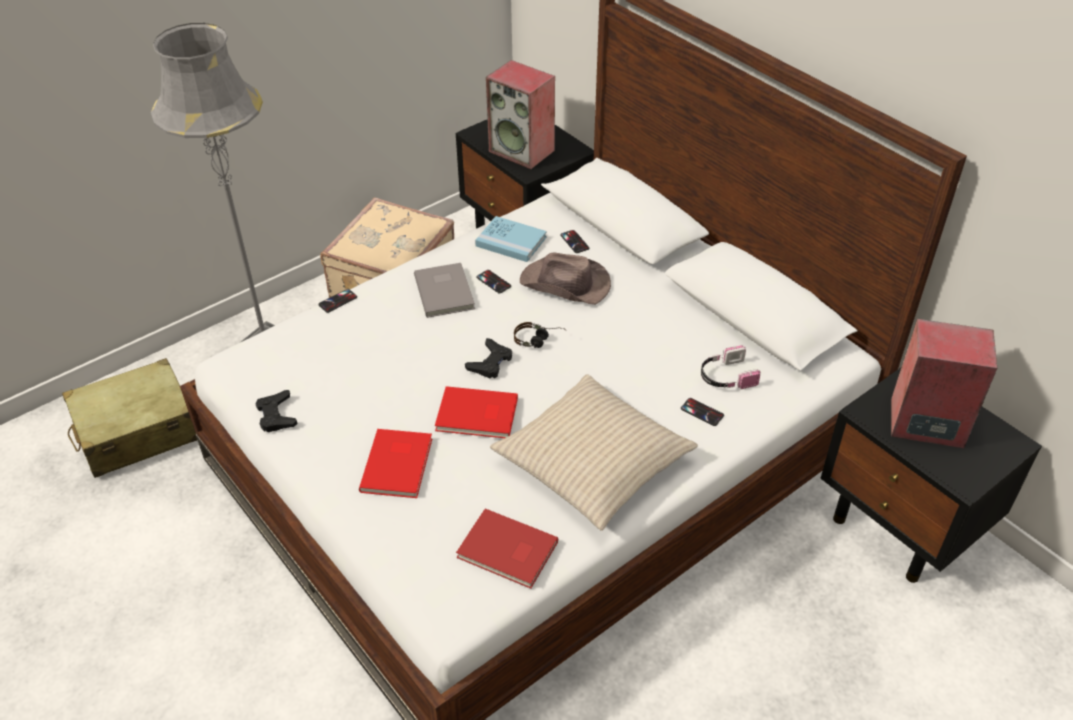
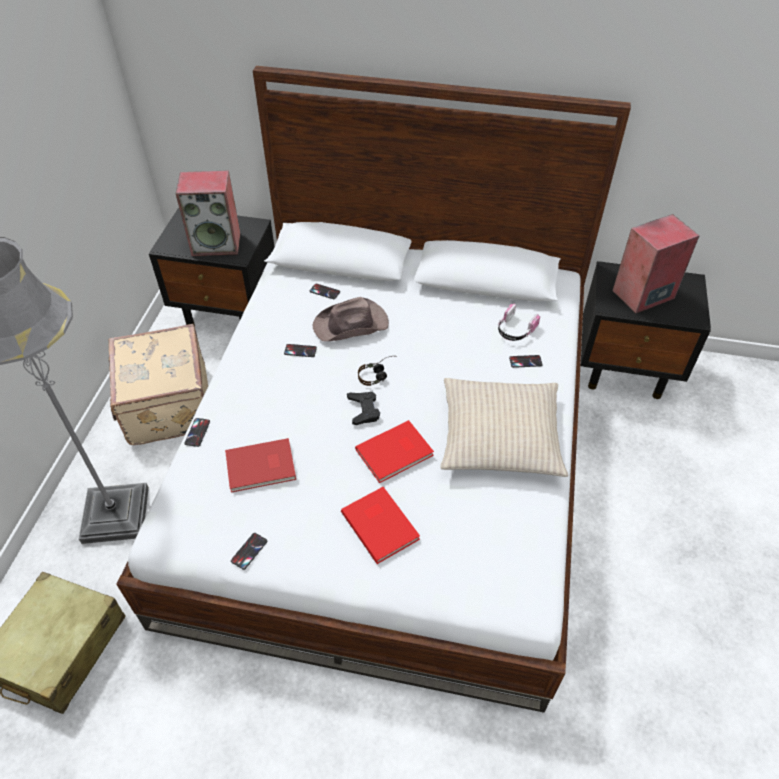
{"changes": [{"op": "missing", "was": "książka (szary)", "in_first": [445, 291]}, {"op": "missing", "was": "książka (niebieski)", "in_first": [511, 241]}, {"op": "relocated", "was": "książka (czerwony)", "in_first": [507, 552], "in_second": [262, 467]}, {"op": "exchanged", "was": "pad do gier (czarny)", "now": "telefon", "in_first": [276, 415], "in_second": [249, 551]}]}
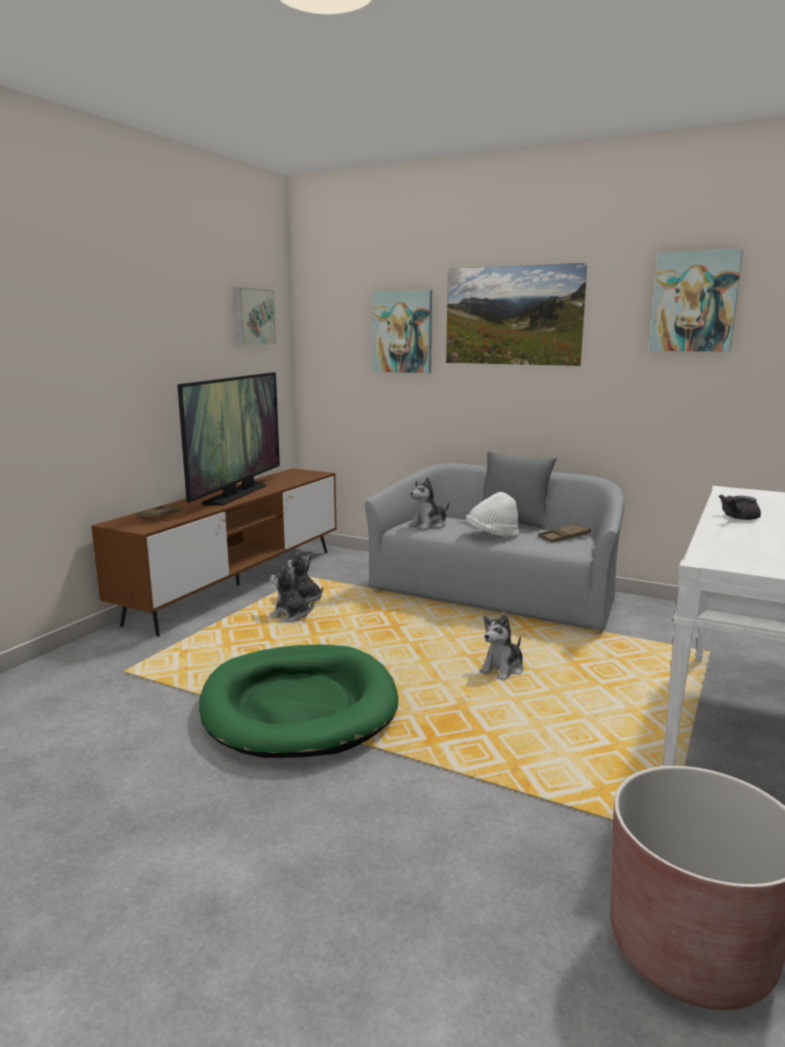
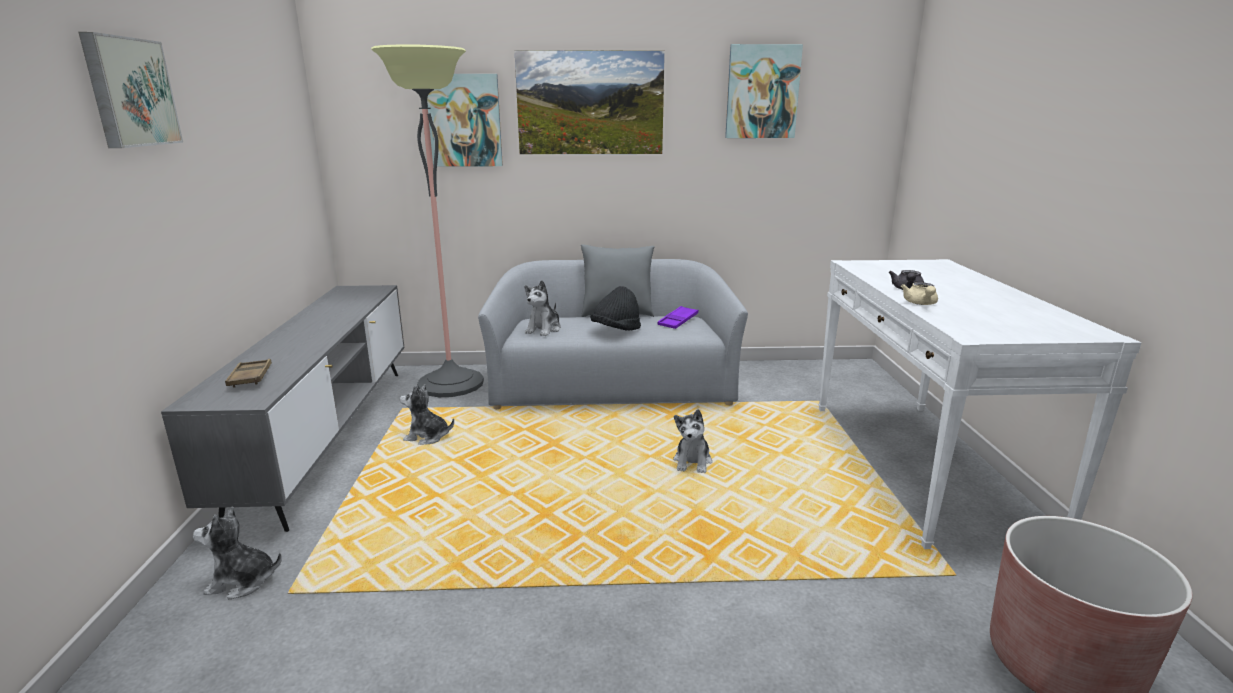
{"changes": [{"op": "missing", "was": "telewizor", "in_first": [237, 494]}, {"op": "missing", "was": "legowisko (zielony)", "in_first": [299, 706]}, {"op": "appeared", "now": "lampa stojąca", "in_second": [451, 384]}, {"op": "appeared", "now": "imbryk (beżowy)", "in_second": [920, 304]}, {"op": "relocated", "was": "obraz", "in_first": [253, 317], "in_second": [129, 92]}, {"op": "relocated", "was": "pluszak", "in_first": [290, 616], "in_second": [242, 582]}, {"op": "colour", "was": "szafka pod telewizor (brązowy)", "now": "szafka pod telewizor (szary)", "in_first": [238, 585], "in_second": [328, 437]}, {"op": "colour", "was": "kapelusz (biały)", "now": "kapelusz (czarny)", "in_first": [492, 535], "in_second": [616, 330]}, {"op": "colour", "was": "taca (brązowy)", "now": "taca (fioletowy)", "in_first": [564, 537], "in_second": [678, 321]}]}
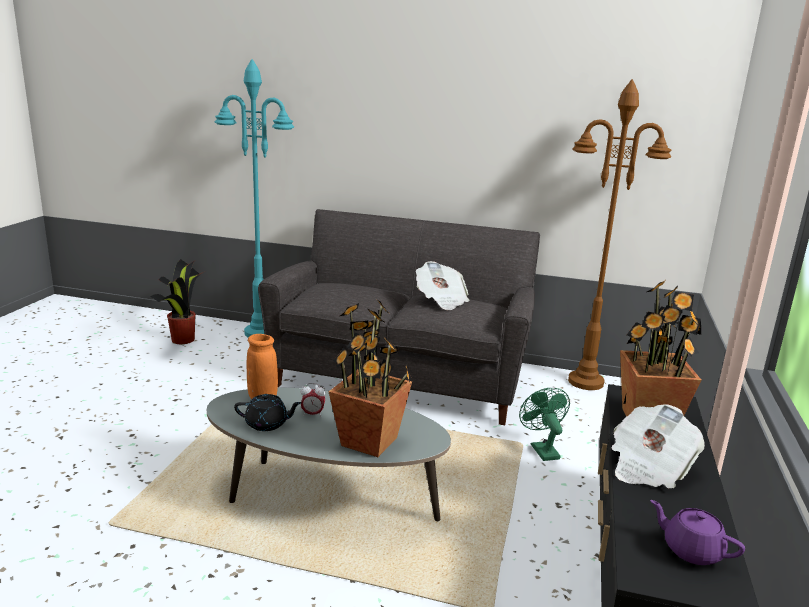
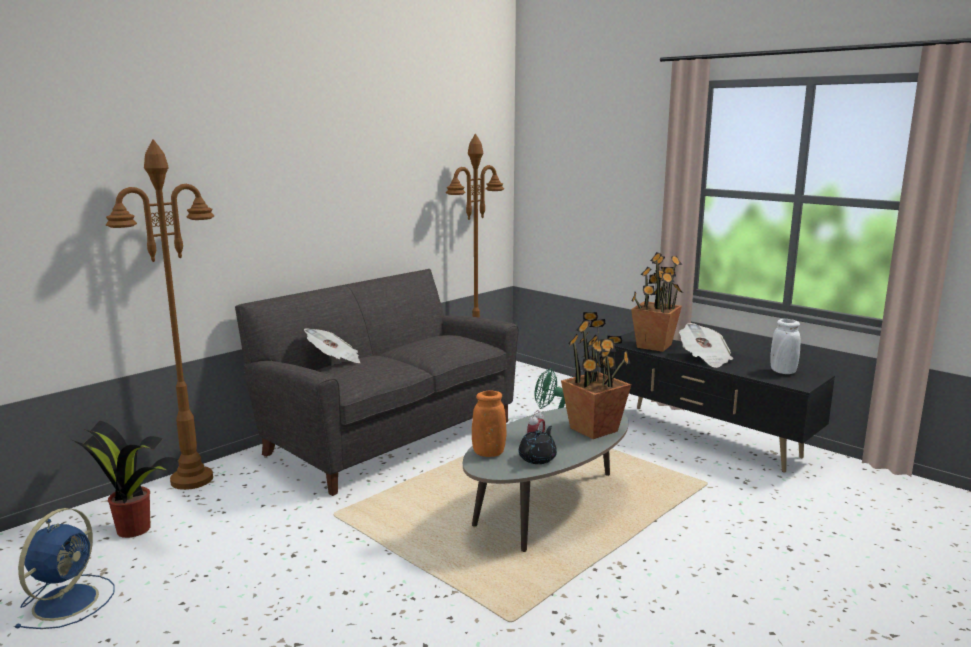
{"changes": [{"op": "appeared", "now": "wentylator (niebieski)", "in_second": [68, 600]}, {"op": "relocated", "was": "gazeta", "in_first": [441, 300], "in_second": [334, 360]}, {"op": "exchanged", "was": "imbryk (fioletowy)", "now": "wazon (biały)", "in_first": [691, 550], "in_second": [782, 372]}, {"op": "colour", "was": "lampa stojąca (turkusowy)", "now": "lampa stojąca (brązowy)", "in_first": [260, 333], "in_second": [192, 479]}]}
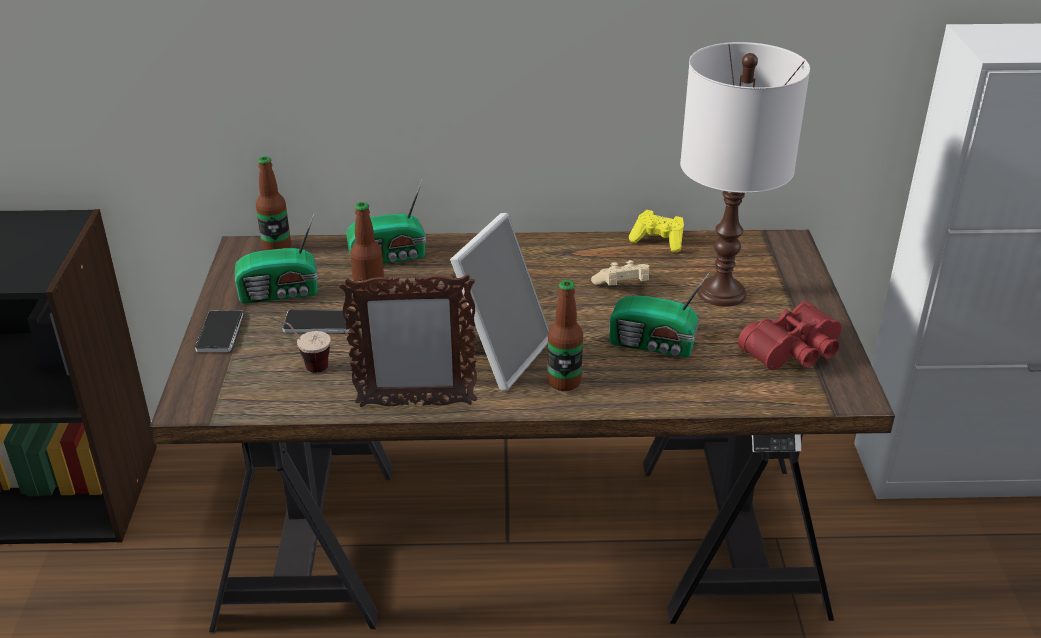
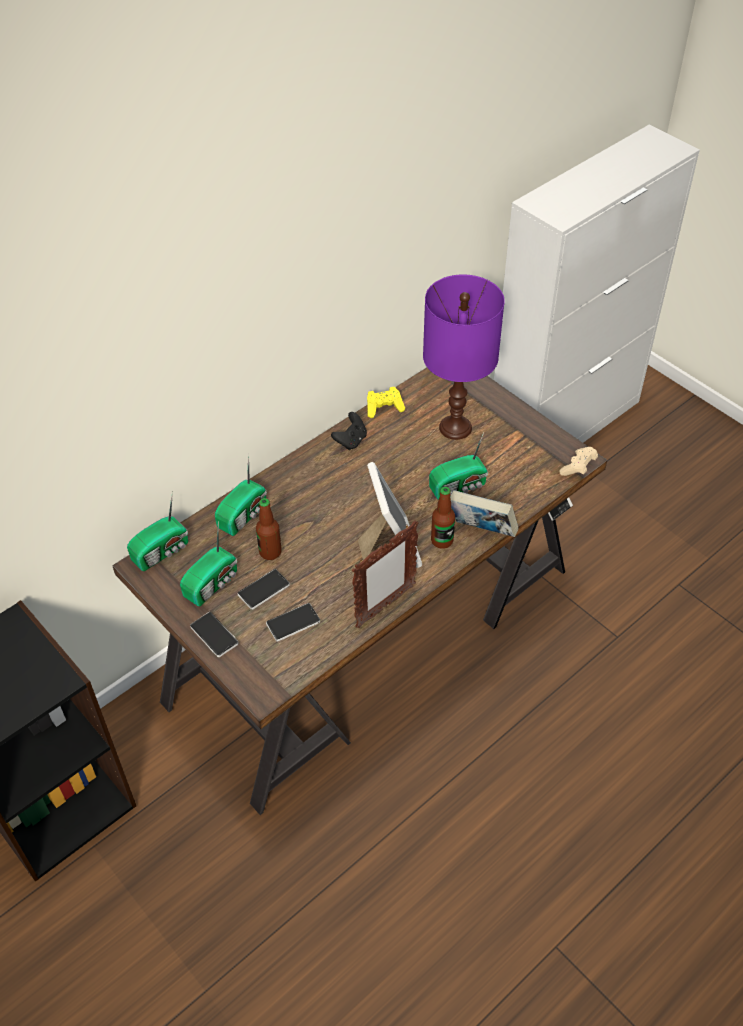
{"changes": [{"op": "missing", "was": "lornetka (czerwony)", "in_first": [795, 352]}, {"op": "appeared", "now": "pad do gier (czarny)", "in_second": [351, 441]}, {"op": "appeared", "now": "książka", "in_second": [481, 530]}, {"op": "relocated", "was": "pad do gier (beżowy)", "in_first": [622, 286], "in_second": [578, 467]}, {"op": "exchanged", "was": "butelka", "now": "radio", "in_first": [276, 247], "in_second": [162, 551]}, {"op": "exchanged", "was": "filiżanka", "now": "telefon", "in_first": [304, 365], "in_second": [293, 623]}, {"op": "colour", "was": "lampa stołowa (biały)", "now": "lampa stołowa (fioletowy)", "in_first": [722, 292], "in_second": [455, 427]}]}
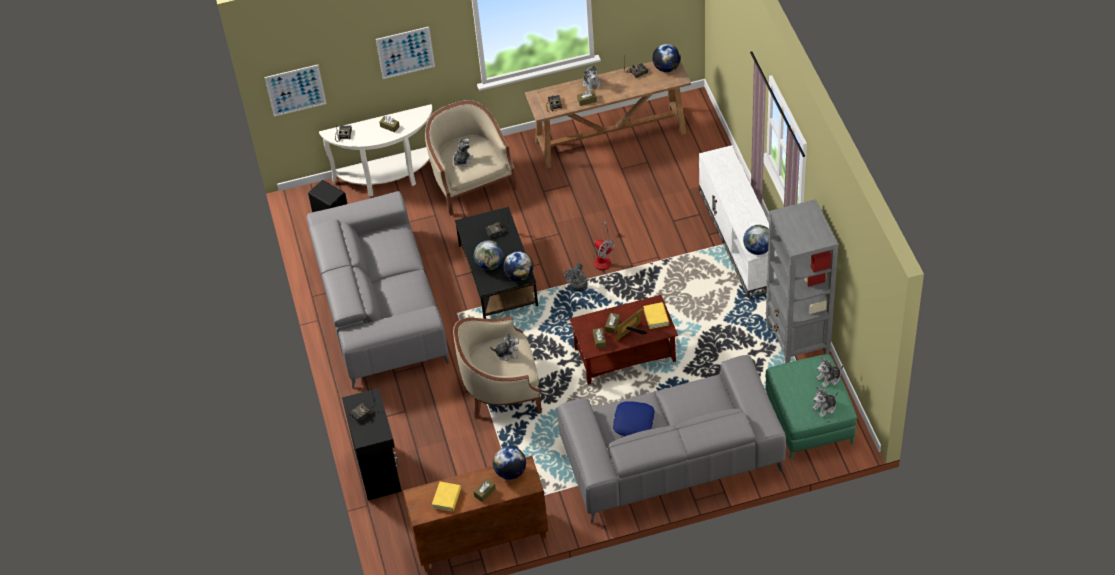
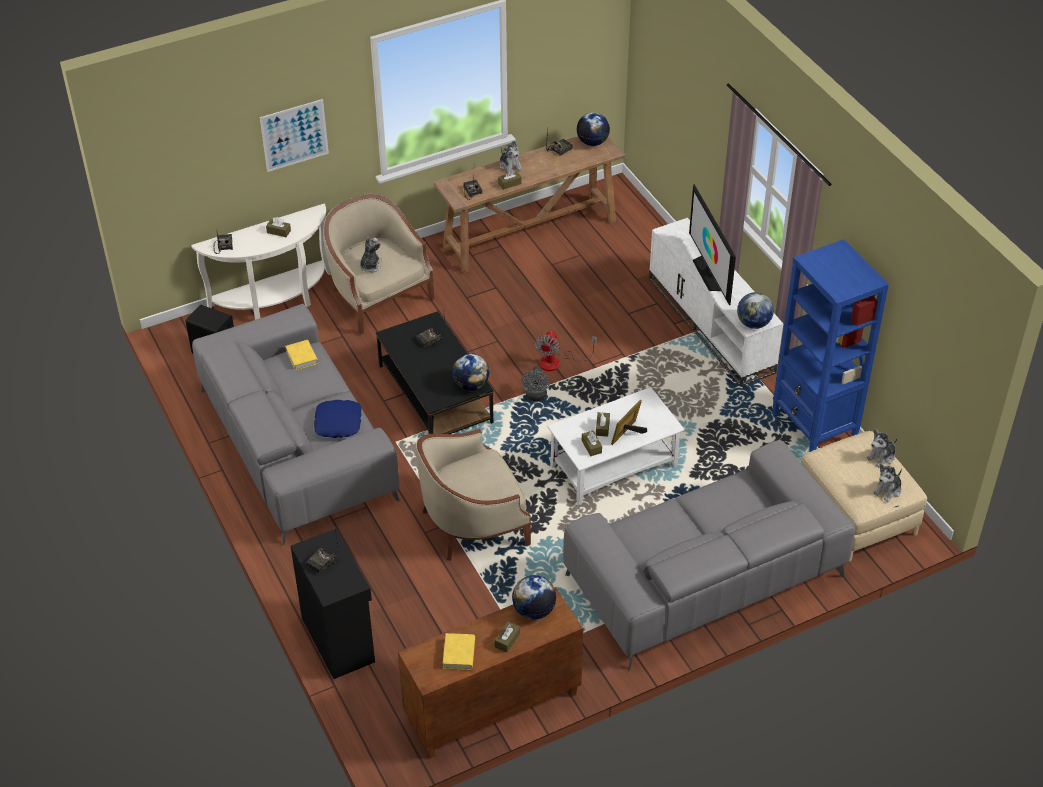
{"changes": [{"op": "missing", "was": "obraz", "in_first": [295, 90]}, {"op": "missing", "was": "globus", "in_first": [489, 264]}, {"op": "missing", "was": "pluszak", "in_first": [507, 353]}, {"op": "appeared", "now": "telewizor", "in_second": [710, 273]}, {"op": "relocated", "was": "poduszka (niebieski)", "in_first": [633, 422], "in_second": [337, 423]}, {"op": "relocated", "was": "książka (żółty)", "in_first": [656, 317], "in_second": [302, 357]}, {"op": "colour", "was": "ława (brązowy)", "now": "ława (biały)", "in_first": [624, 355], "in_second": [613, 467]}, {"op": "colour", "was": "regał (szary)", "now": "regał (niebieski)", "in_first": [797, 343], "in_second": [814, 429]}, {"op": "colour", "was": "pufa (zielony)", "now": "pufa (beżowy)", "in_first": [809, 420], "in_second": [857, 514]}, {"op": "spun", "was": "wentylator", "in_first": [603, 258], "in_second": [557, 362], "clockwise": 75}]}
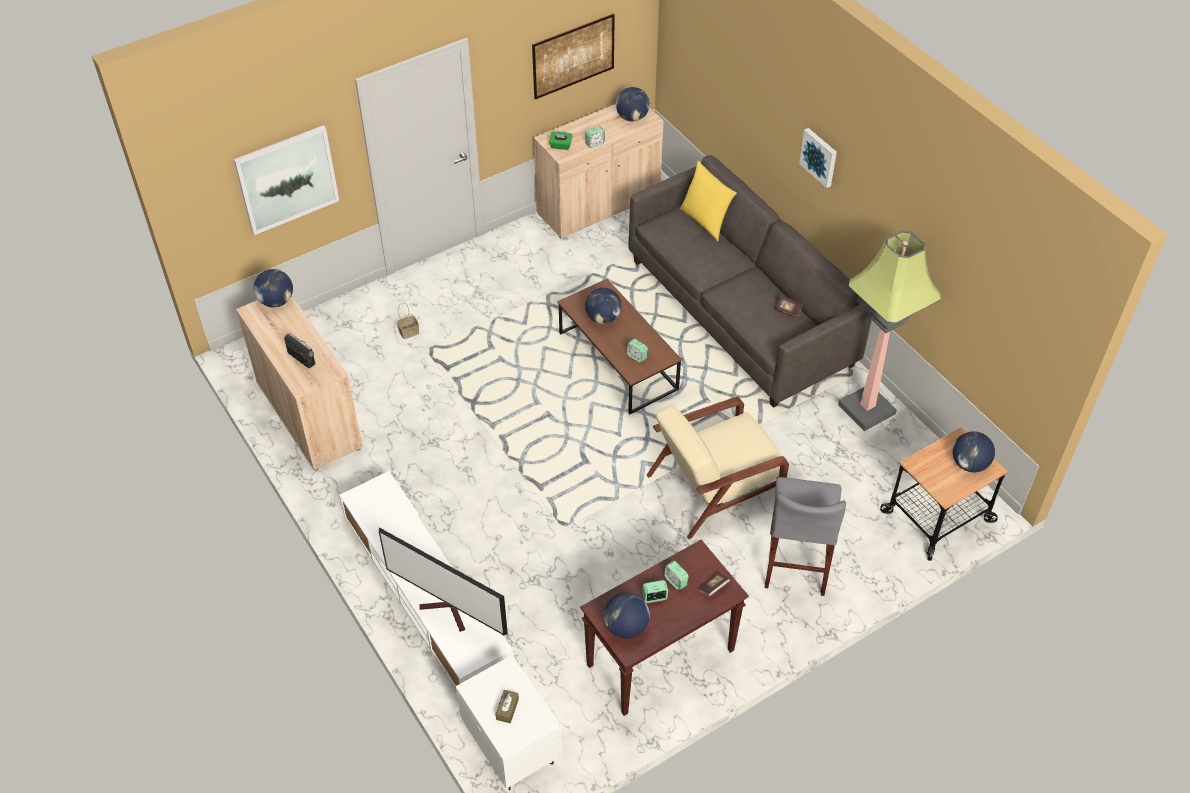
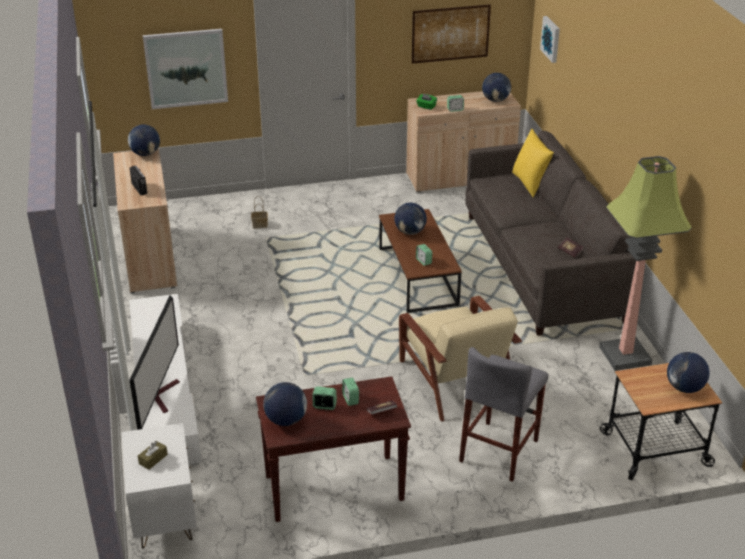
{"changes": [{"op": "relocated", "was": "obraz", "in_first": [819, 157], "in_second": [551, 39]}, {"op": "spun", "was": "telewizor", "in_first": [448, 611], "in_second": [162, 395], "clockwise": -135}, {"op": "spun", "was": "fotel (beżowy)", "in_first": [716, 486], "in_second": [455, 378], "clockwise": -105}]}
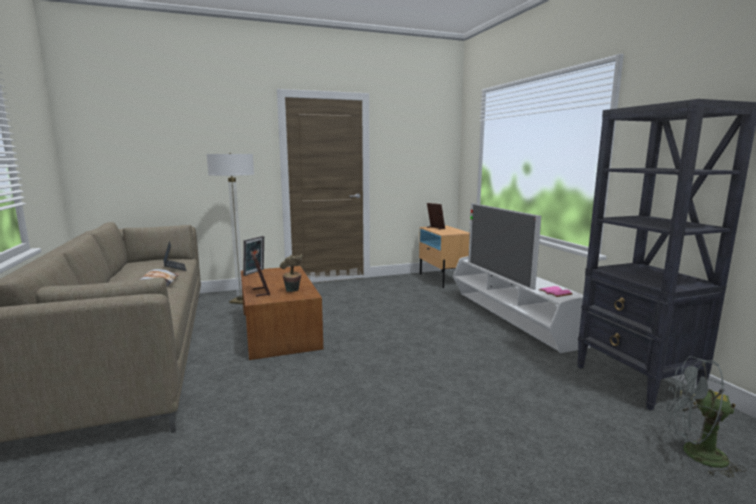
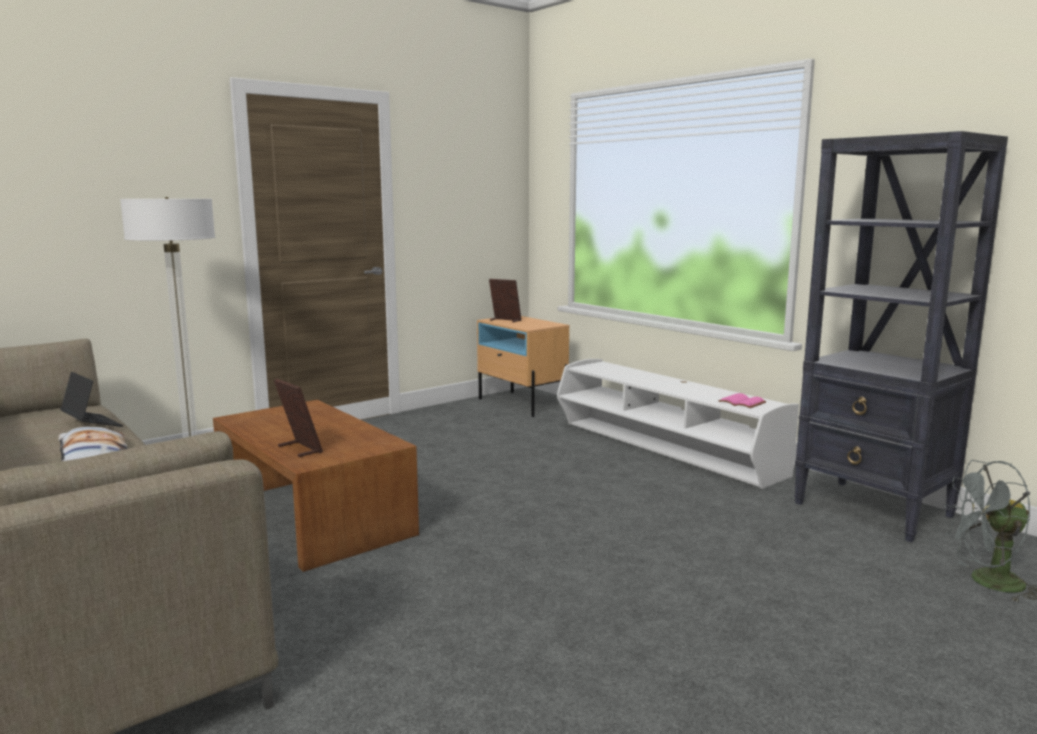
{"changes": [{"op": "missing", "was": "ramka na zdjęcie", "in_first": [255, 272]}, {"op": "missing", "was": "roślina doniczkowa", "in_first": [293, 291]}, {"op": "missing", "was": "telewizor", "in_first": [497, 274]}]}
